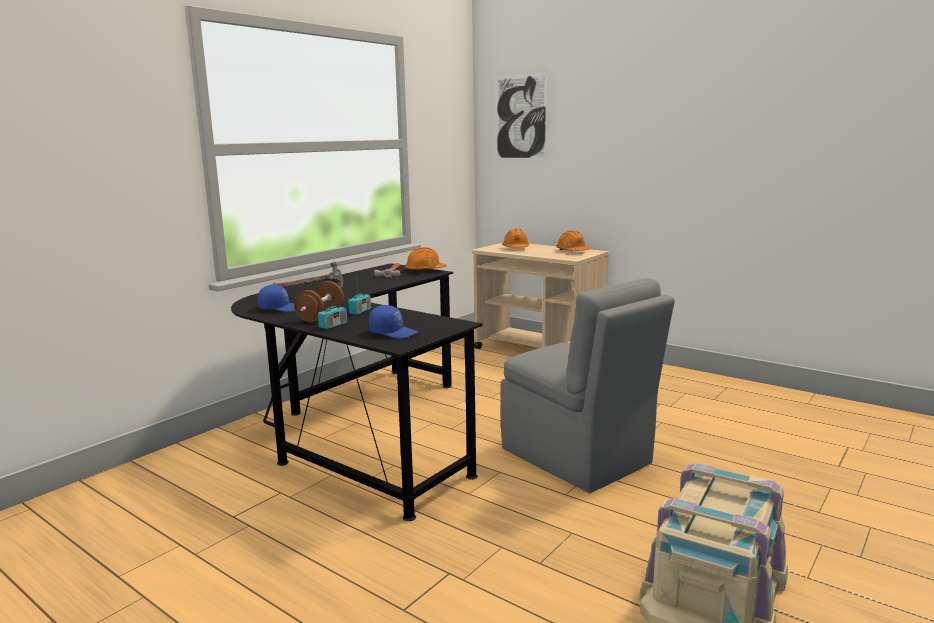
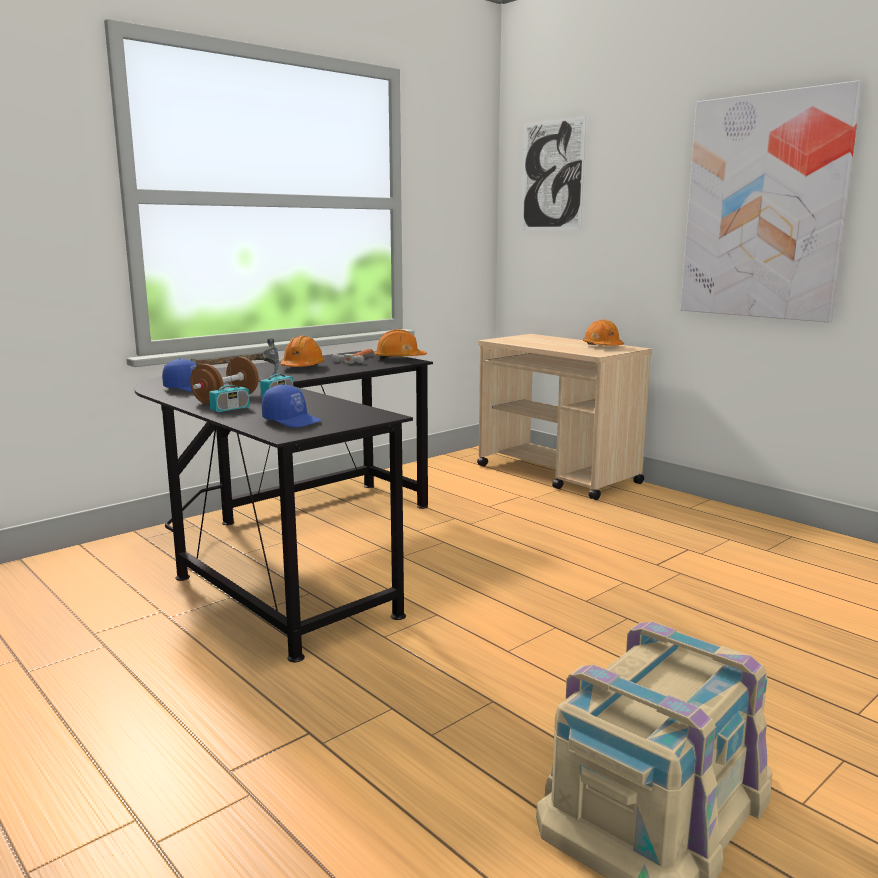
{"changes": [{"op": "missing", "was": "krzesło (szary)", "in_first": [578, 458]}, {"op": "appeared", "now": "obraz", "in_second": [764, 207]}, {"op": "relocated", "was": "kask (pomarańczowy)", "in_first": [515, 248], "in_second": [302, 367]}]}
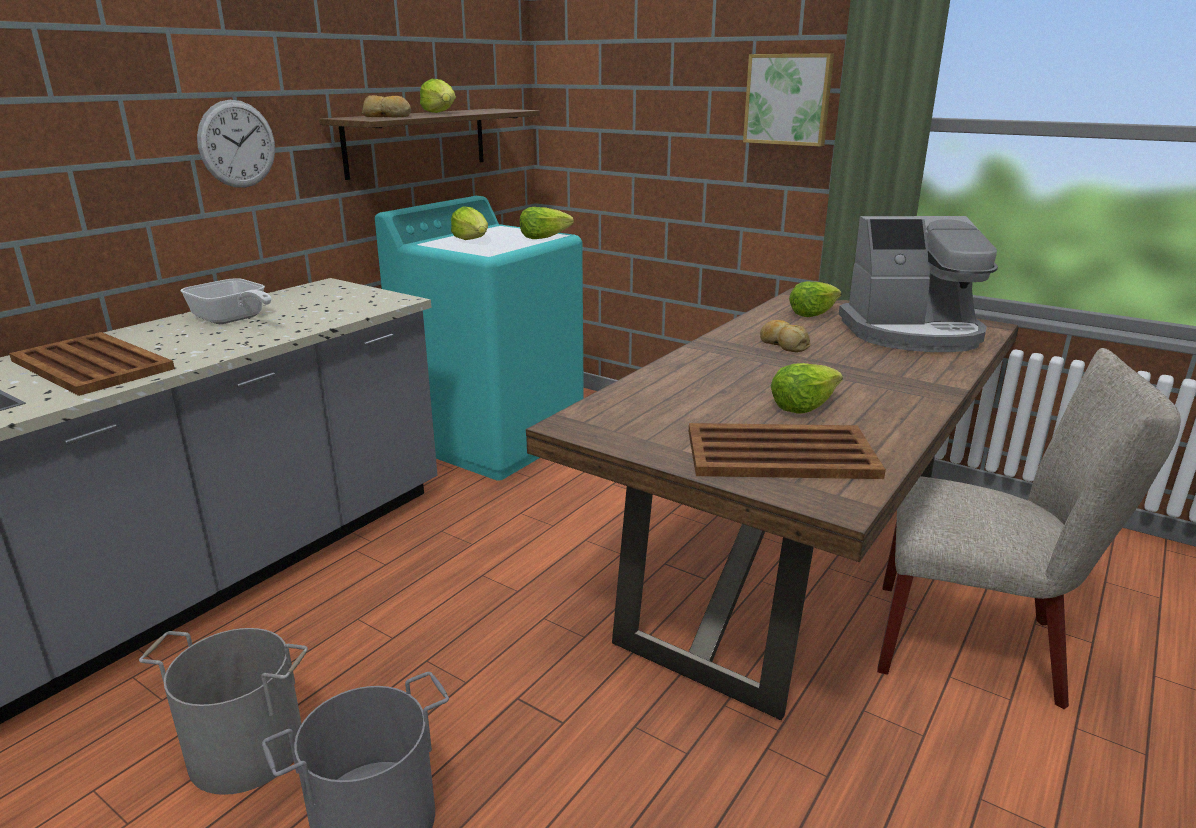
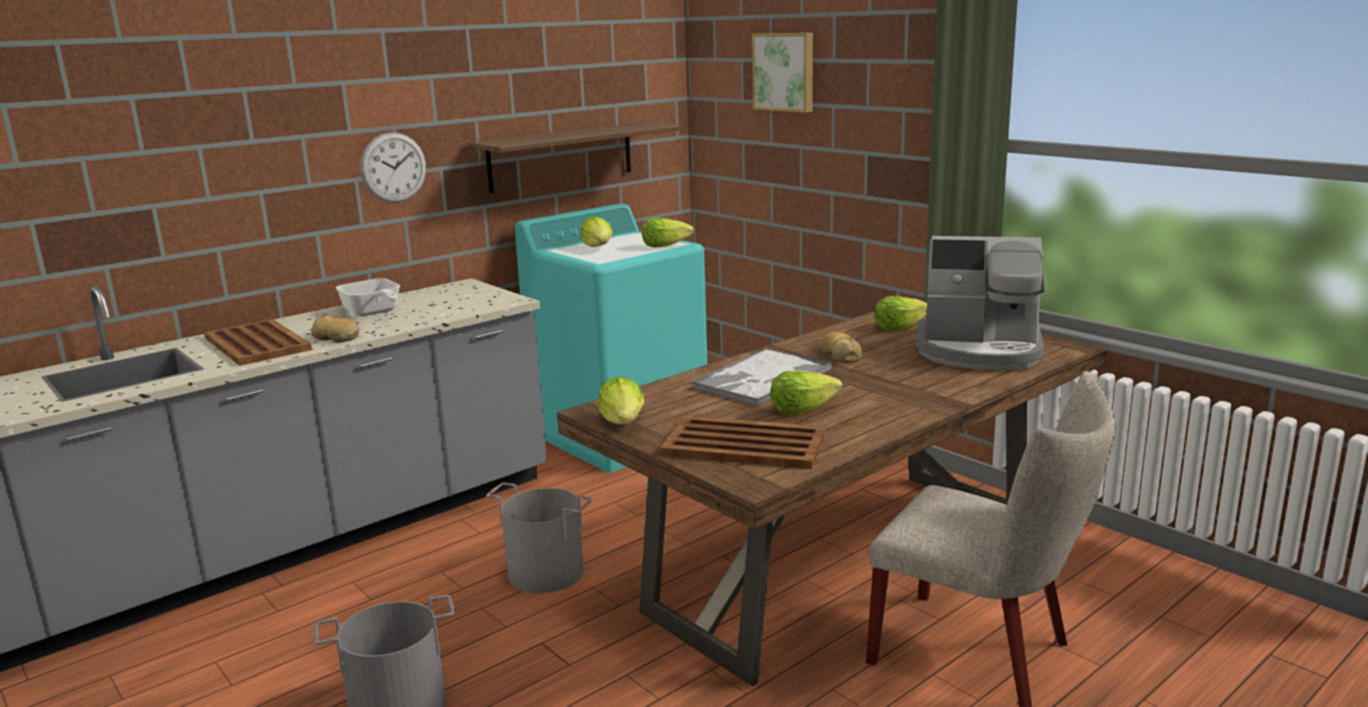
{"changes": [{"op": "appeared", "now": "taca", "in_second": [761, 379]}, {"op": "relocated", "was": "wiadro (szary)", "in_first": [247, 748], "in_second": [546, 572]}, {"op": "relocated", "was": "chleb", "in_first": [387, 116], "in_second": [336, 337]}, {"op": "relocated", "was": "sałata", "in_first": [441, 113], "in_second": [623, 422]}, {"op": "relocated", "was": "obraz", "in_first": [788, 99], "in_second": [785, 72]}]}
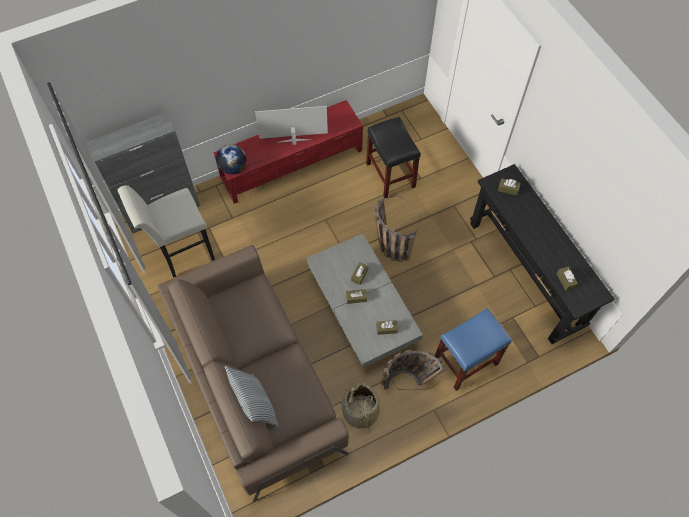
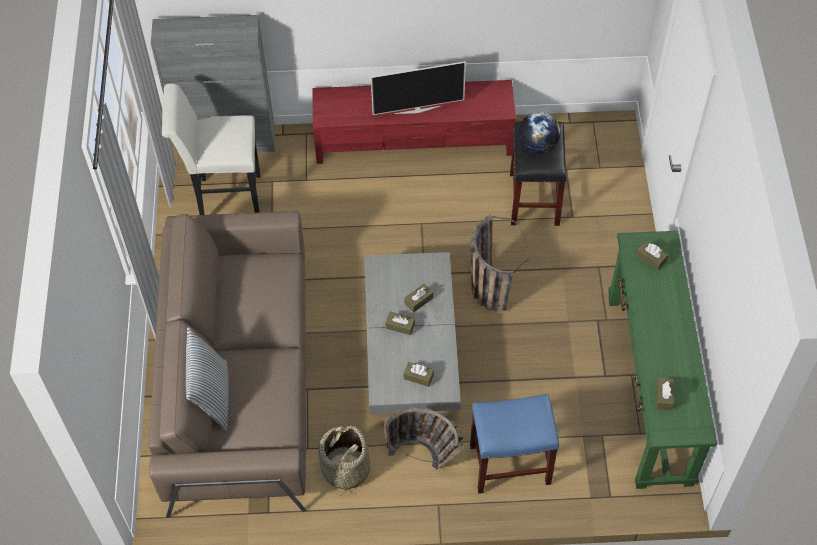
{"changes": [{"op": "relocated", "was": "globus", "in_first": [233, 167], "in_second": [538, 145]}, {"op": "colour", "was": "stolik konsolowy (czarny)", "now": "stolik konsolowy (zielony)", "in_first": [525, 274], "in_second": [648, 388]}, {"op": "spun", "was": "telewizor", "in_first": [294, 141], "in_second": [417, 109], "clockwise": 150}]}
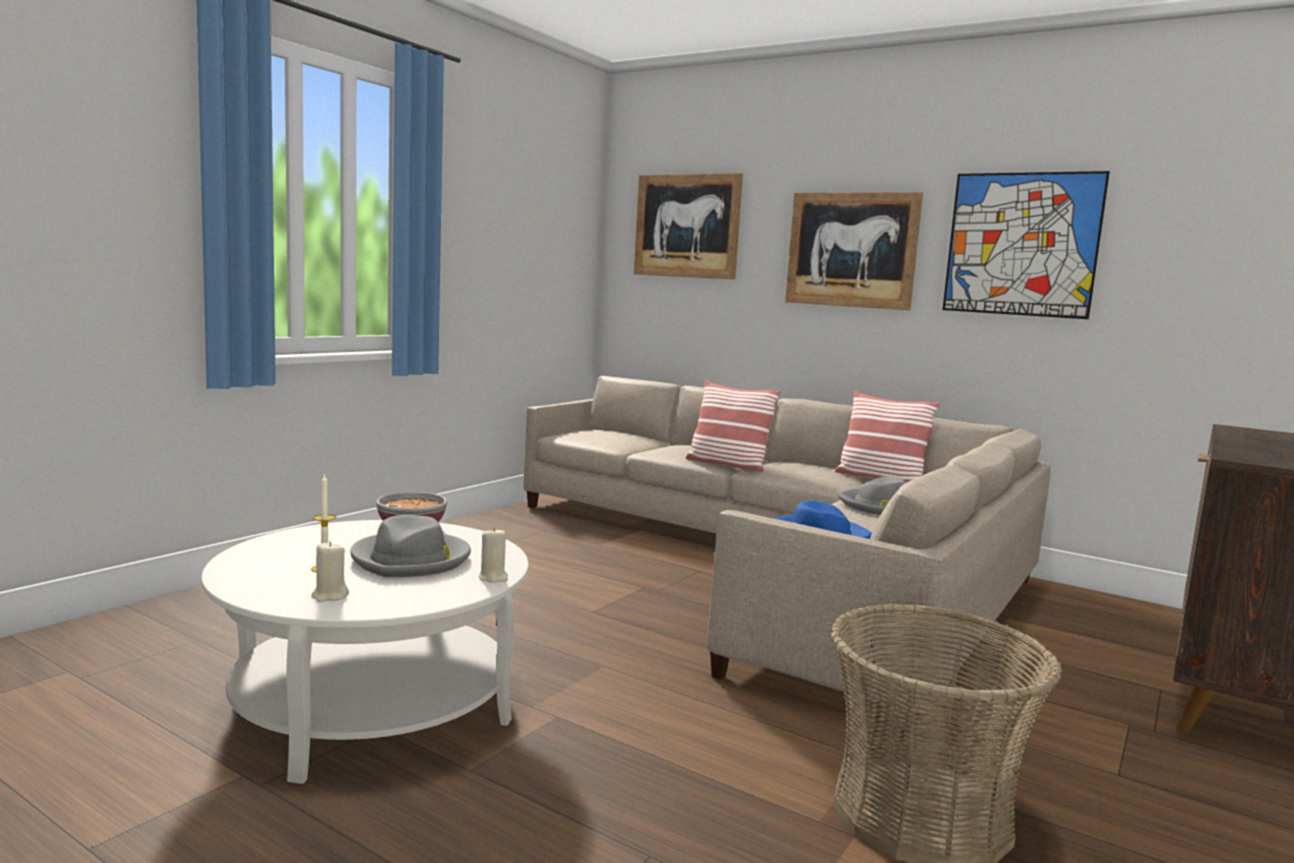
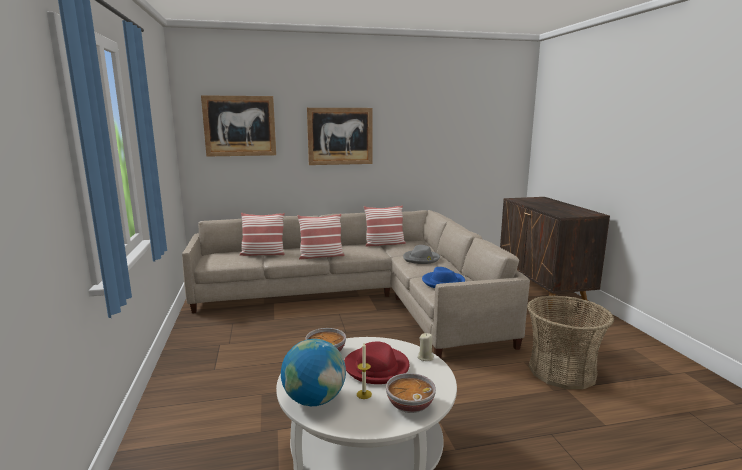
{"changes": [{"op": "missing", "was": "obraz", "in_first": [1021, 244]}, {"op": "appeared", "now": "poduszka", "in_second": [263, 254]}, {"op": "appeared", "now": "globus", "in_second": [314, 399]}, {"op": "exchanged", "was": "świeca (beżowy)", "now": "miska", "in_first": [329, 596], "in_second": [409, 405]}, {"op": "colour", "was": "kapelusz (szary)", "now": "kapelusz (czerwony)", "in_first": [411, 559], "in_second": [377, 367]}]}
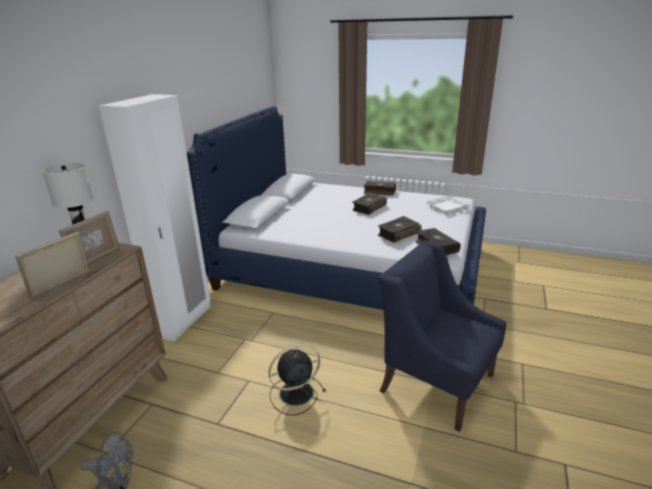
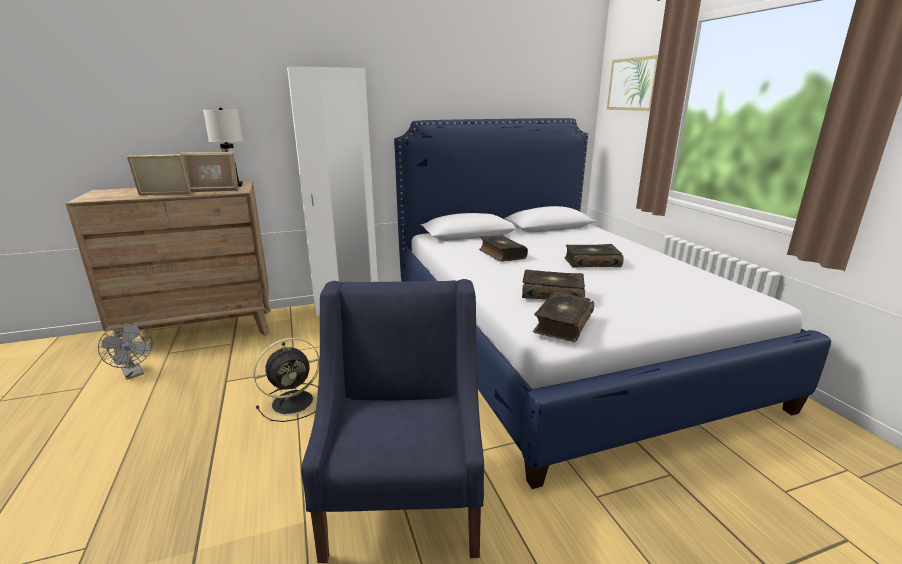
{"changes": [{"op": "missing", "was": "taca (biały)", "in_first": [447, 207]}, {"op": "appeared", "now": "obraz", "in_second": [633, 84]}, {"op": "relocated", "was": "książka", "in_first": [379, 192], "in_second": [501, 254]}, {"op": "spun", "was": "wentylator (czarny)", "in_first": [295, 394], "in_second": [294, 402], "clockwise": 120}]}
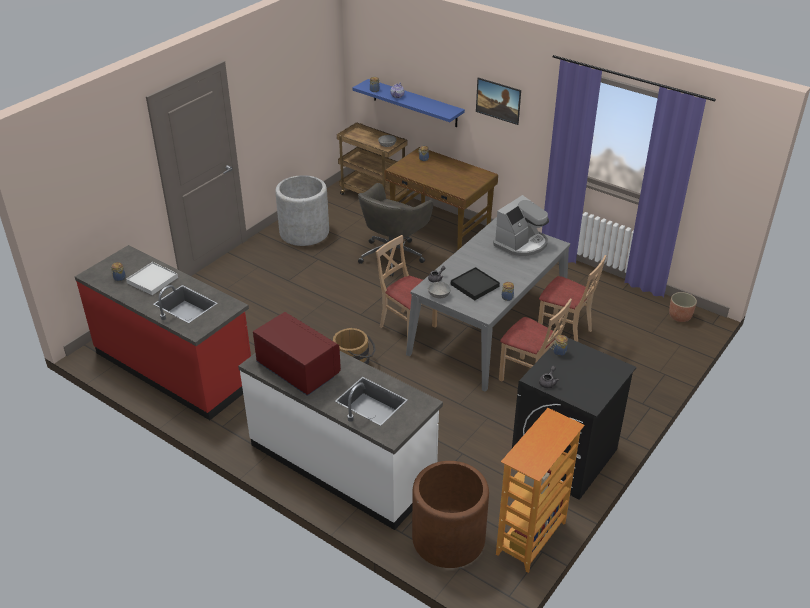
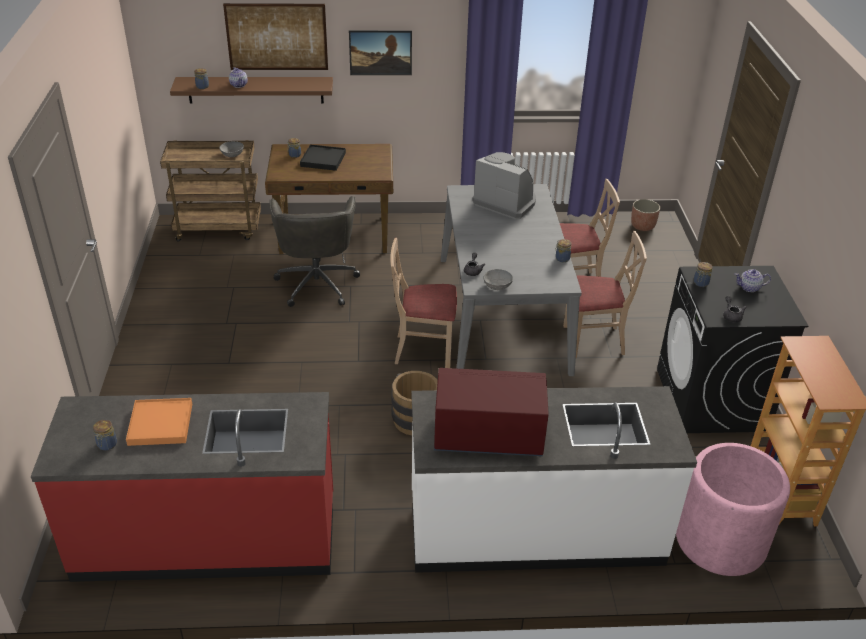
{"changes": [{"op": "missing", "was": "donica (szary)", "in_first": [304, 232]}, {"op": "appeared", "now": "obraz", "in_second": [277, 37]}, {"op": "appeared", "now": "imbryk", "in_second": [749, 288]}, {"op": "relocated", "was": "taca (czarny)", "in_first": [475, 285], "in_second": [323, 159]}, {"op": "colour", "was": "taca (biały)", "now": "taca (pomarańczowy)", "in_first": [152, 280], "in_second": [160, 424]}, {"op": "colour", "was": "półka (niebieski)", "now": "półka (brązowy)", "in_first": [414, 103], "in_second": [255, 90]}, {"op": "colour", "was": "donica (brązowy)", "now": "donica (różowy)", "in_first": [448, 539], "in_second": [720, 541]}, {"op": "spun", "was": "ekspres do kawy", "in_first": [521, 244], "in_second": [505, 202], "clockwise": -60}]}
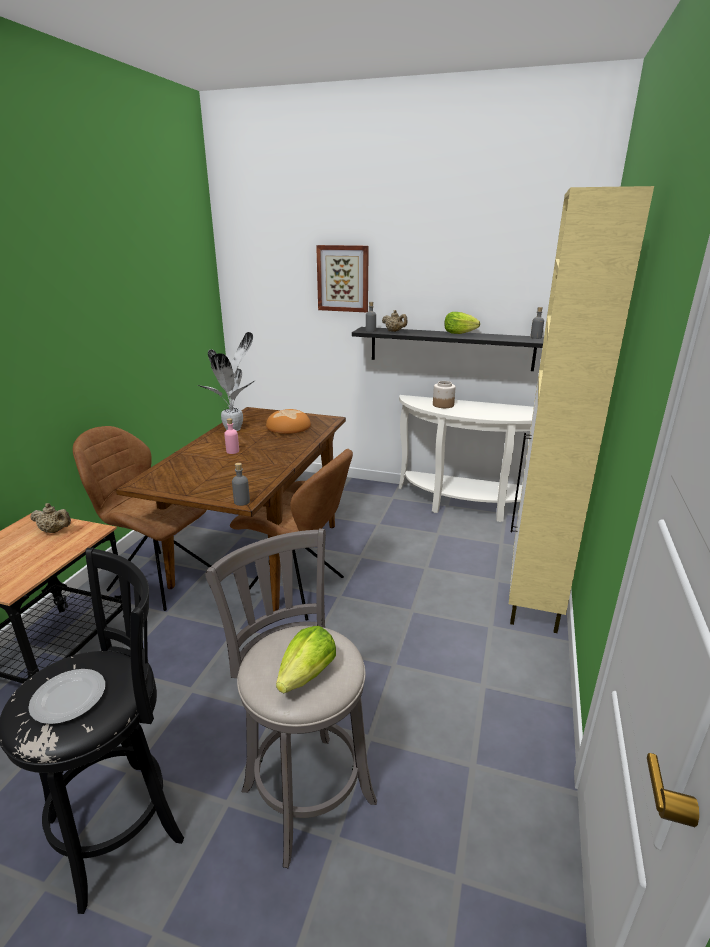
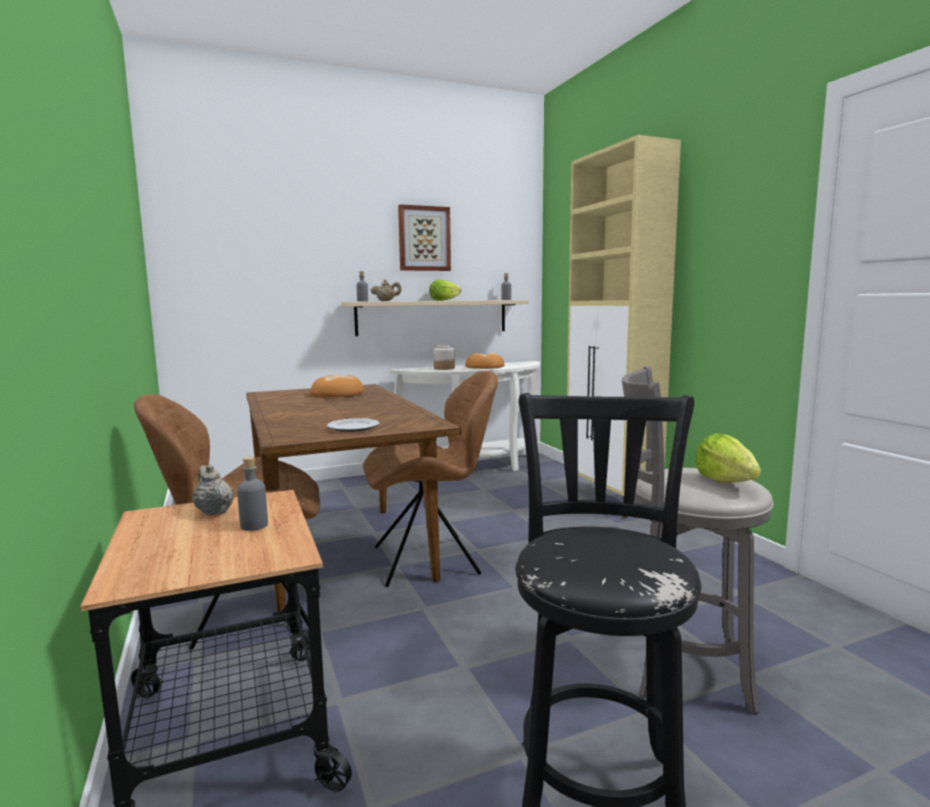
{"changes": [{"op": "missing", "was": "roślina doniczkowa", "in_first": [235, 428]}, {"op": "missing", "was": "butelka (różowy)", "in_first": [232, 451]}, {"op": "appeared", "now": "chleb", "in_second": [484, 367]}, {"op": "relocated", "was": "talerz", "in_first": [68, 699], "in_second": [354, 428]}, {"op": "relocated", "was": "butelka (szary)", "in_first": [242, 502], "in_second": [254, 525]}, {"op": "relocated", "was": "obraz", "in_first": [343, 278], "in_second": [424, 238]}, {"op": "colour", "was": "półka (czarny)", "now": "półka (beżowy)", "in_first": [450, 348], "in_second": [433, 317]}, {"op": "spun", "was": "imbryk (beżowy)", "in_first": [54, 531], "in_second": [214, 512], "clockwise": -105}]}
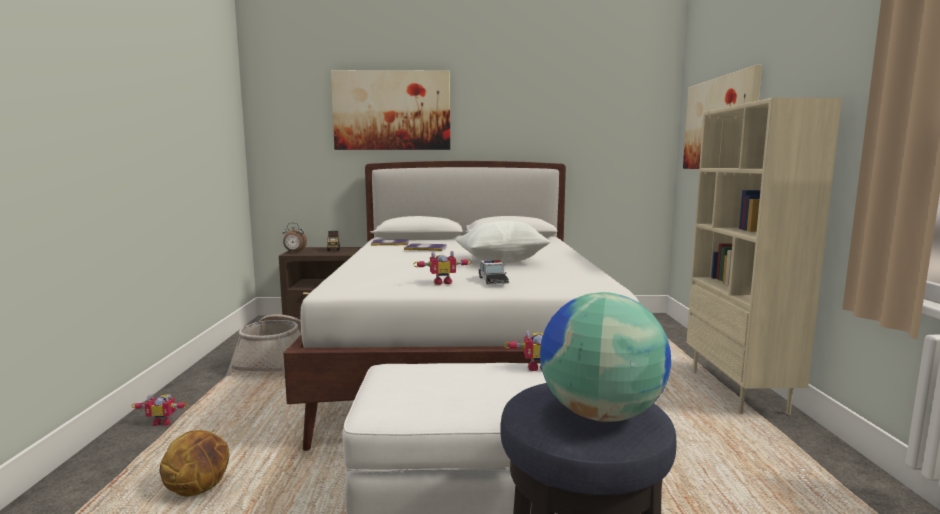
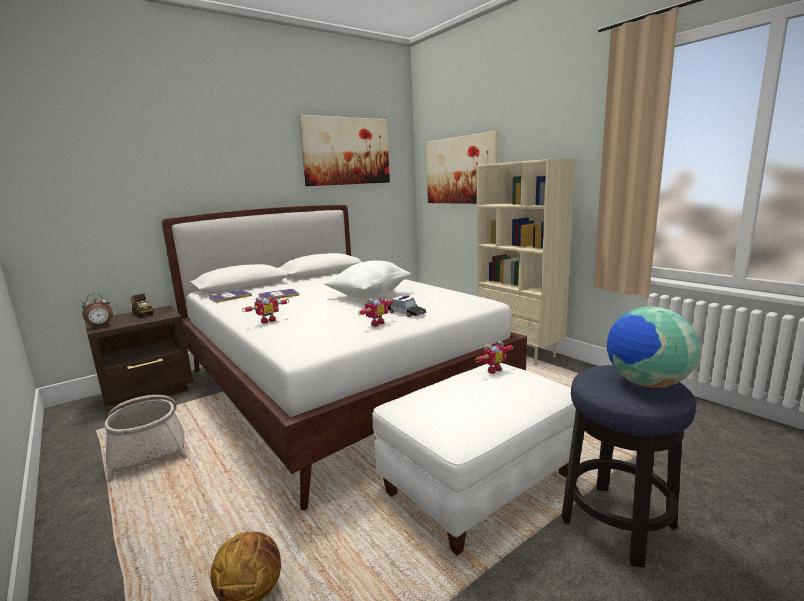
{"changes": [{"op": "relocated", "was": "robot zabawkowy", "in_first": [163, 422], "in_second": [267, 320]}, {"op": "relocated", "was": "obraz", "in_first": [392, 111], "in_second": [346, 151]}]}
